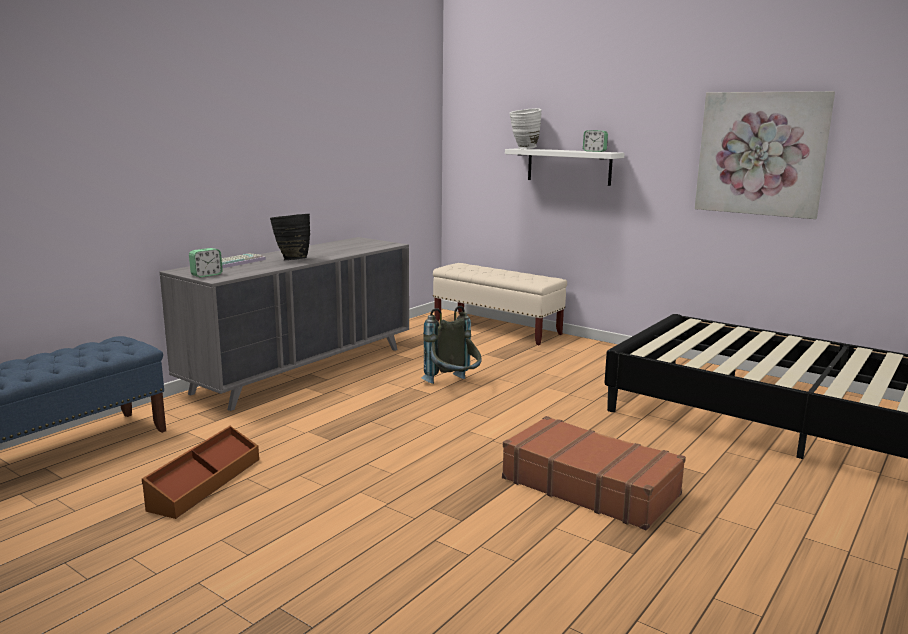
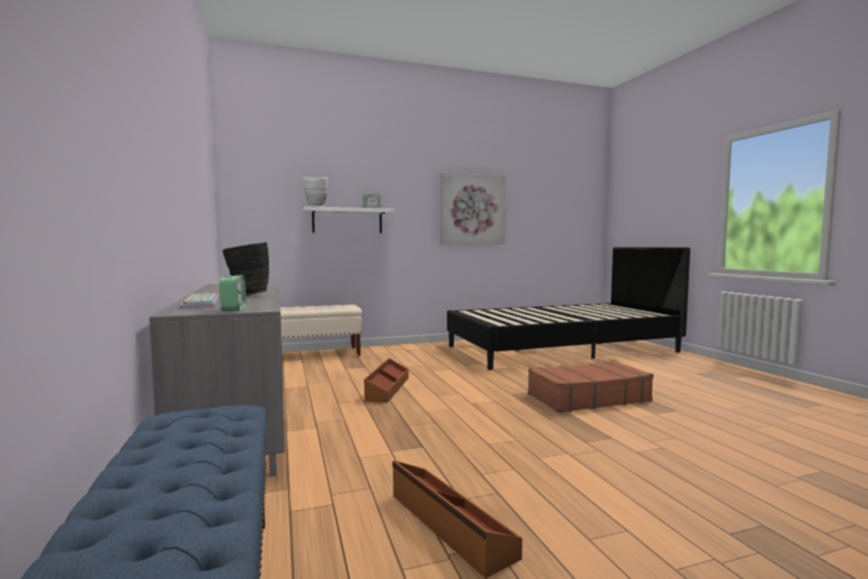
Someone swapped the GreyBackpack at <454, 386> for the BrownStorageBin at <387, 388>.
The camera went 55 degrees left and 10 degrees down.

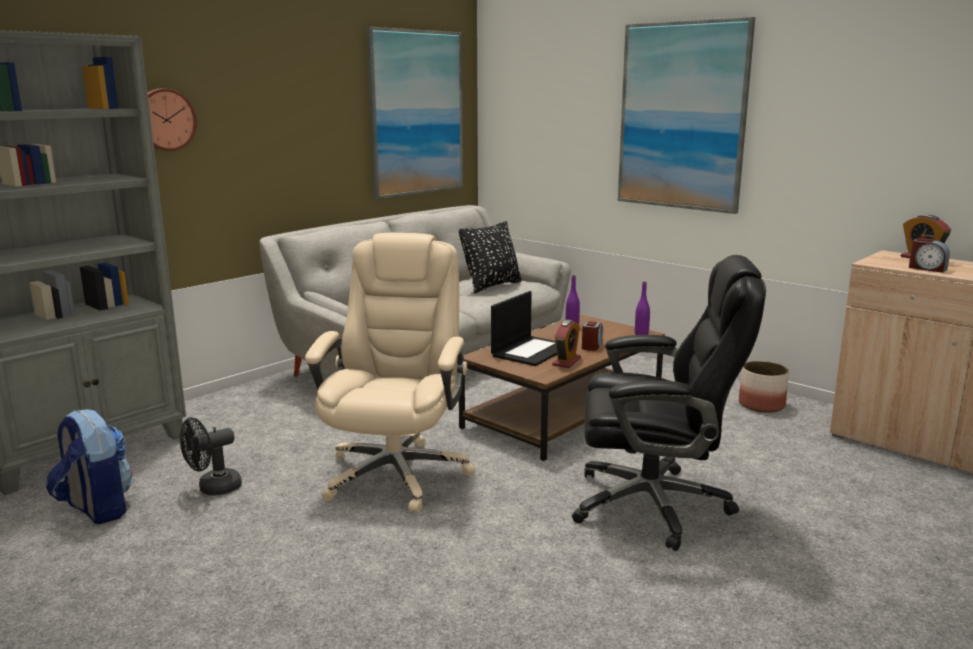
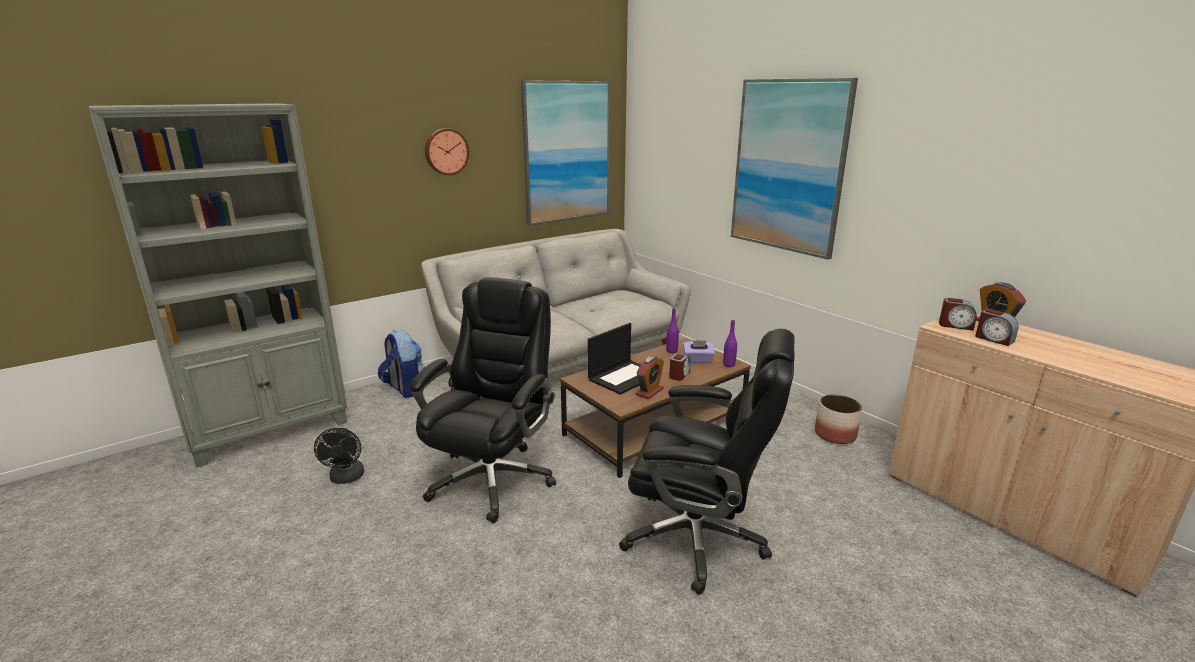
Someone carried the HangingClock from <164, 119> to <446, 151>.
Someone took away the BlackColouredThrowPillow at <491, 286>.
Someone repainted the BeigeComputerChair at <396, 473>, which became the BlackColouredComputerChair at <493, 478>.
Someone carried the Backpack from <96, 509> to <404, 389>.
Someone rotated the BlackColouredElectricFan at <213, 489> by 75 degrees counterclockwise.
Someone put down the TableClock at <955, 325>.
Someone put down the PurpleColouredTissueHolder at <698, 360>.
The camera went 10 degrees right and 5 degrees up.

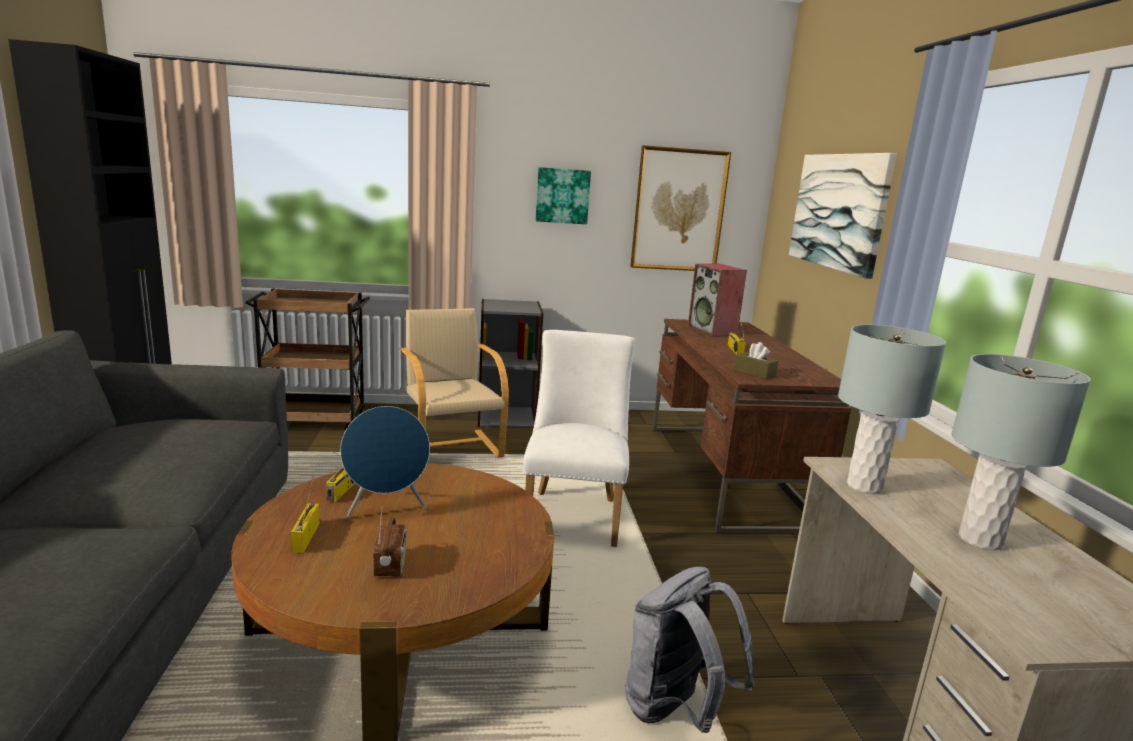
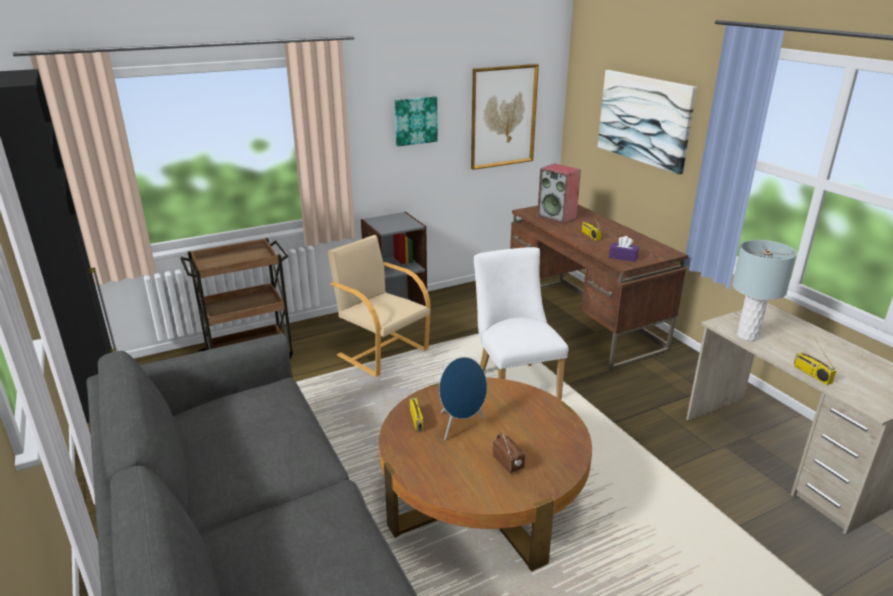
Someone repainted the BrownTissueHolder at <754, 373>, which became the PurpleColouredTissueHolder at <623, 257>.
Someone took away the GreyTabletopLamp at <979, 539>.
Someone carried the Radio from <305, 536> to <811, 374>.
Someone took away the GreyBackpack at <675, 710>.
The camera went 20 degrees left and 10 degrees up.

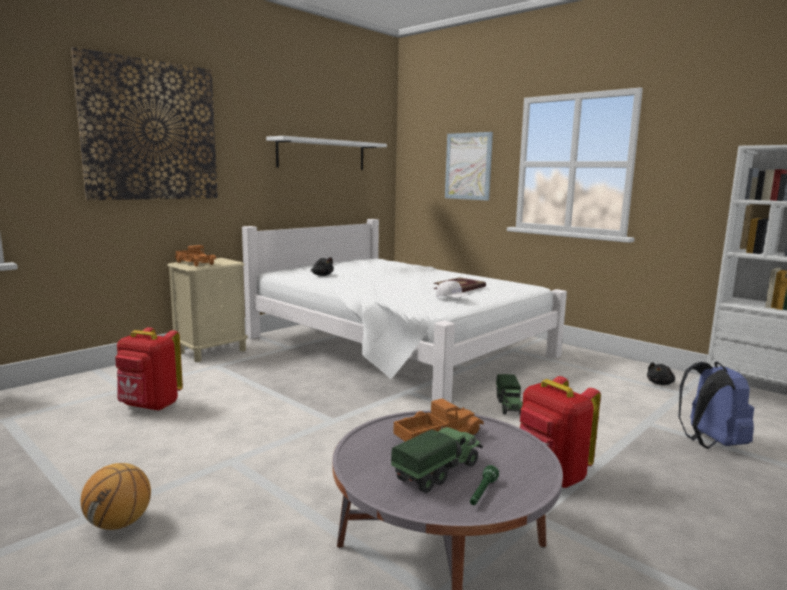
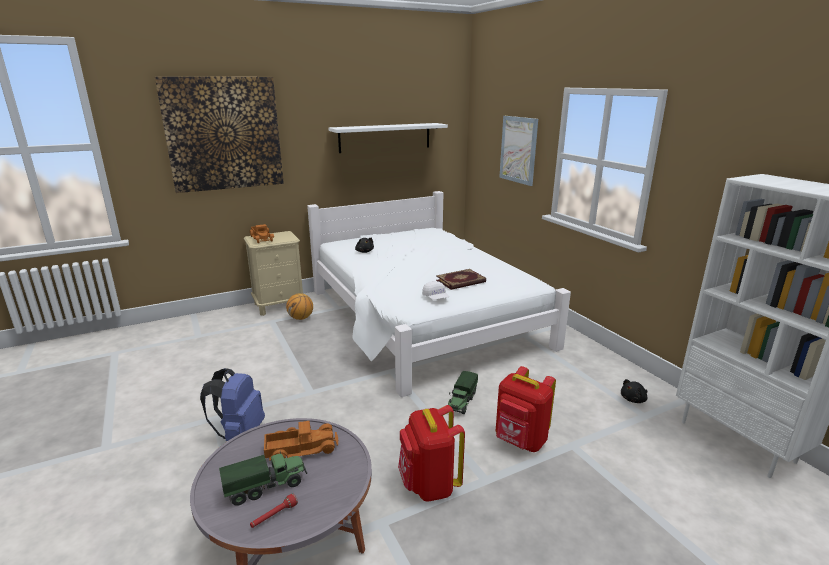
Someone carried the RedBackpack from <150, 406> to <520, 441>.
Someone carried the BlueBackpack from <710, 443> to <239, 434>.
Someone carried the BasketballBall from <119, 523> to <301, 318>.
Someone repainted the GreenHandTorch at <482, 493>, which became the RedHandTorch at <274, 516>.
The camera went 20 degrees right and 10 degrees up.

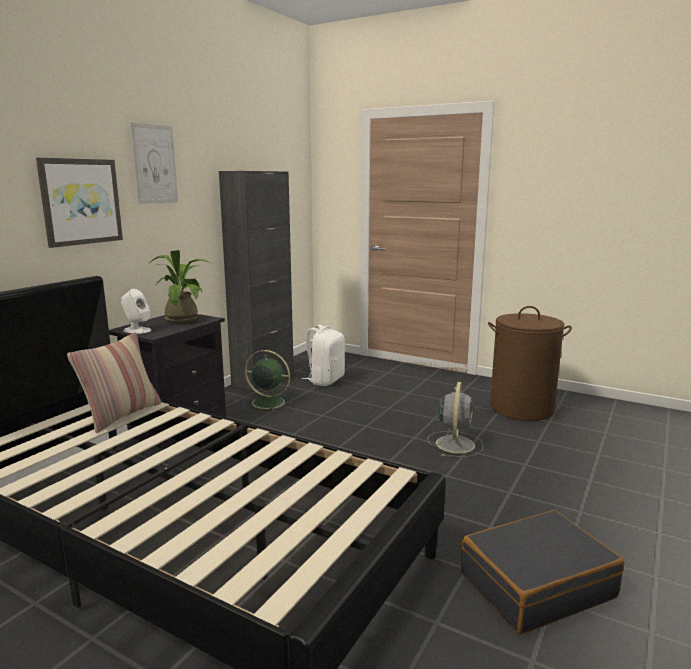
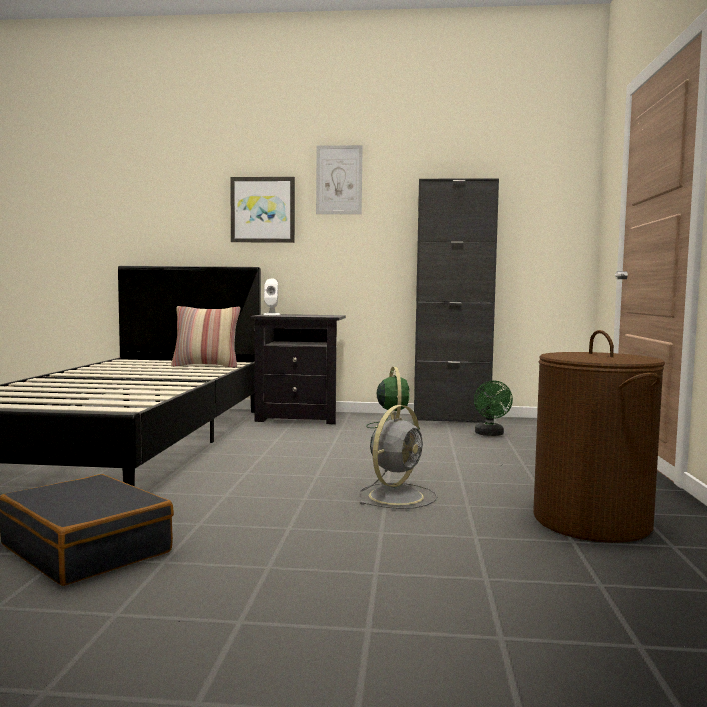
Someone took away the PottedPlant at <183, 319>.
Someone swapped the WhiteColouredBackpack at <325, 380> for the GreenElectricFan at <490, 434>.
Someone rotated the GreyElectricFan at <455, 443> by 45 degrees counterclockwise.
The camera went 65 degrees right and 10 degrees down.

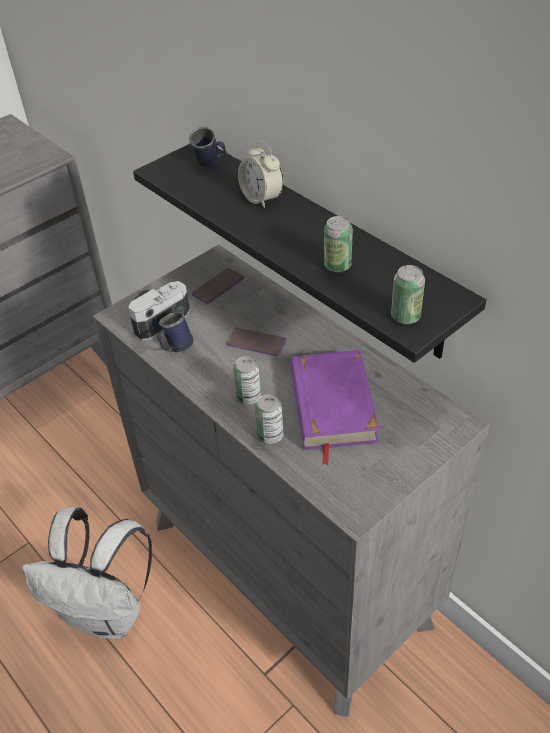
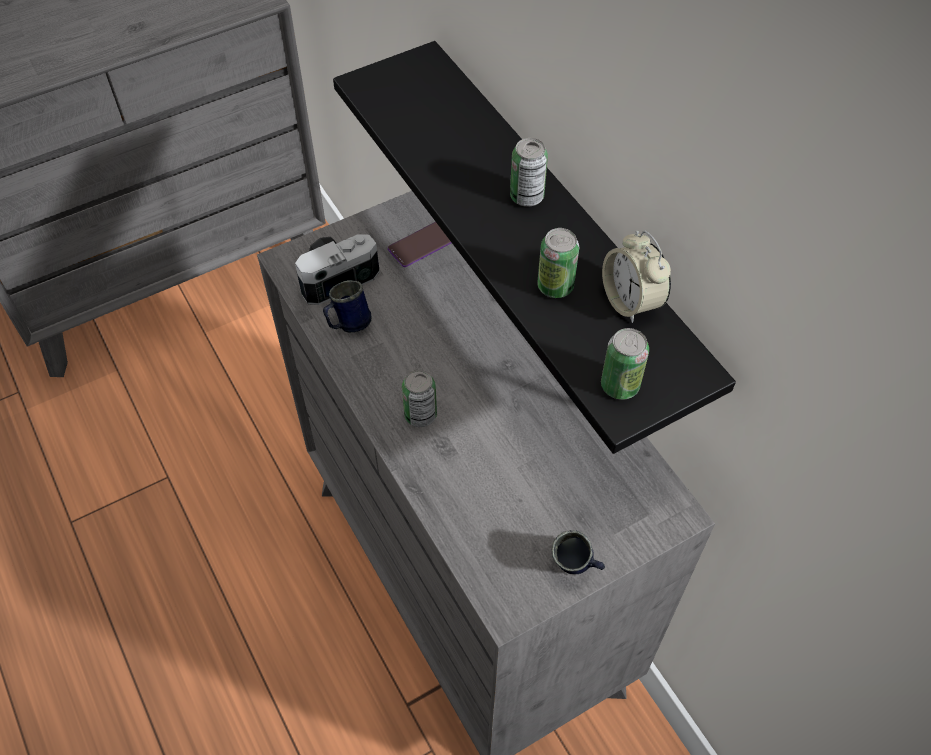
Someone carried the BlueCoffeeMug from <211, 164> to <577, 568>.
Someone carried the TableClock from <261, 198> to <631, 301>.
Someone took away the Phone at <256, 343>.
Someone took away the PurpleColouredVolume at <332, 405>.
Someone carried the MetalCan from <270, 435> to <526, 196>.
Someone took away the WhiteColouredBackpack at <107, 613>.
The camera went 10 degrees right and 10 degrees up.

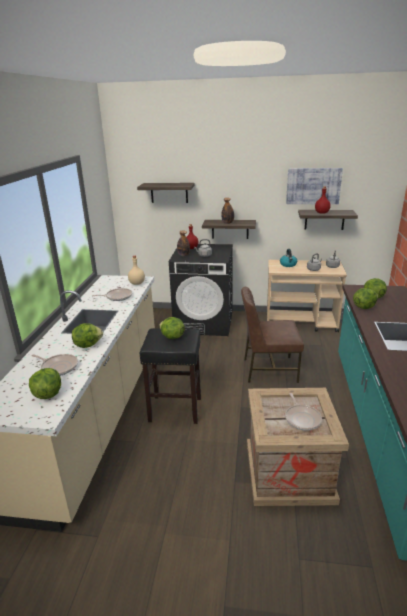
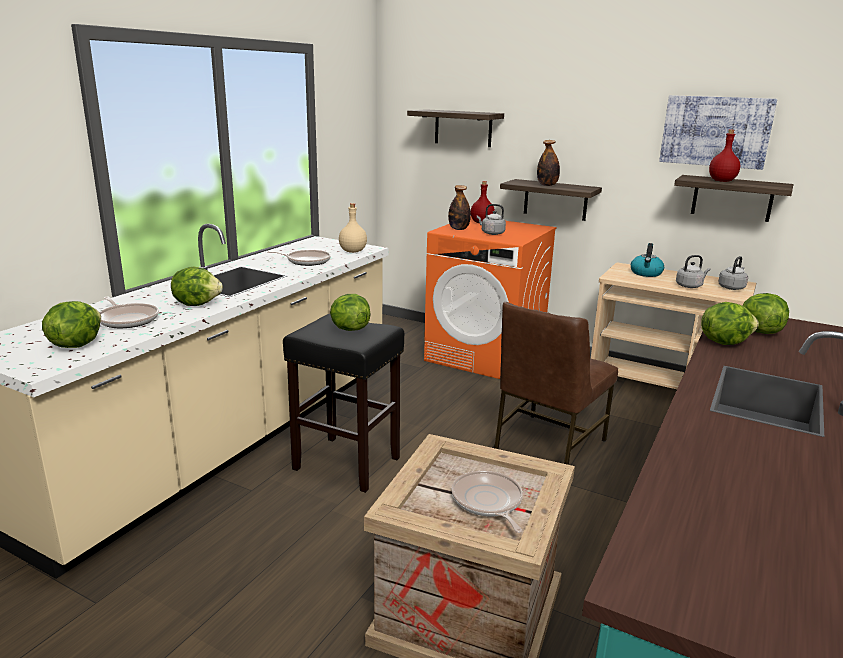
Someone repainted the BlackColouredLaundryAppliance at <204, 322>, which became the OrangeLaundryAppliance at <486, 356>.
Someone rotated the BrownChair at <268, 370> by 75 degrees counterclockwise.
Someone rotated the Skillet at <302, 418> by 150 degrees clockwise.
The camera went 20 degrees right and 5 degrees down.

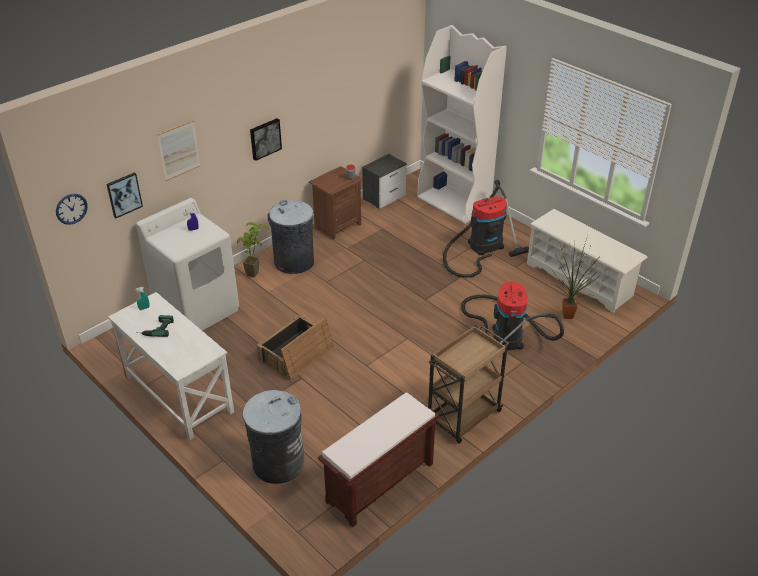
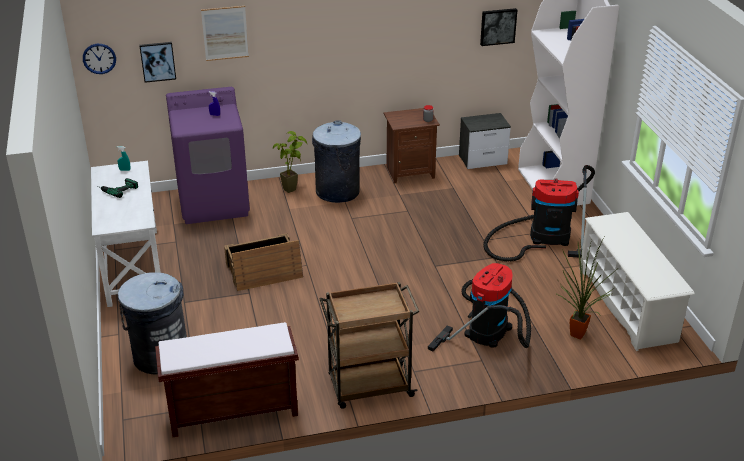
Someone carried the WallArt from <265, 138> to <497, 26>.
Someone repainted the WhiteColouredLaundryAppliance at <197, 309>, which became the PurpleColouredLaundryAppliance at <214, 203>.
The camera went 30 degrees right and 5 degrees down.

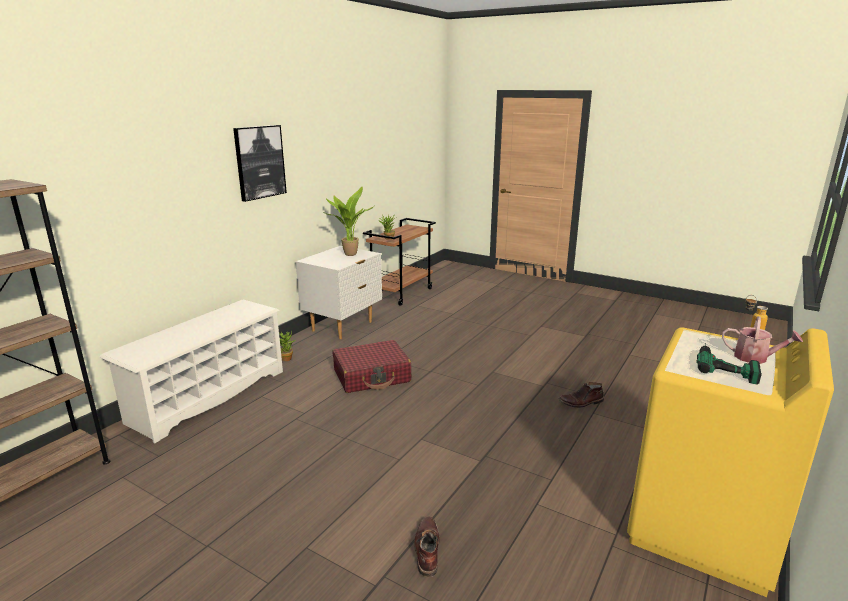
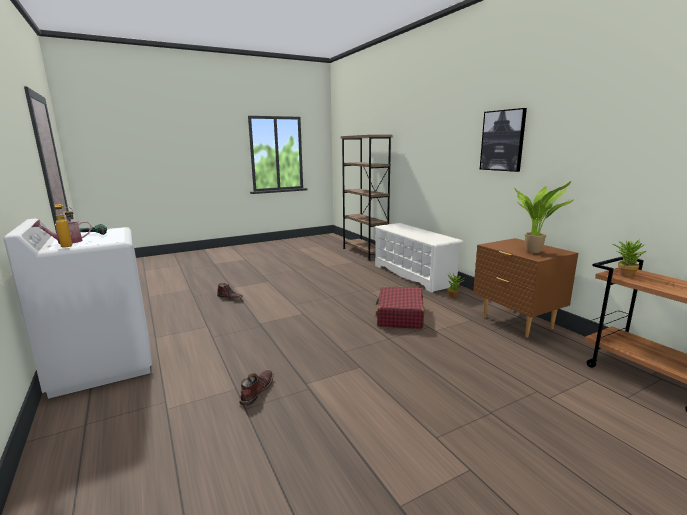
Someone repainted the WhiteColouredNightTable at <343, 326>, which became the BrownNightTable at <516, 322>.
Someone repainted the YellowLaundryAppliance at <703, 529>, which became the WhiteColouredLaundryAppliance at <103, 364>.
The camera went 120 degrees right and 5 degrees down.

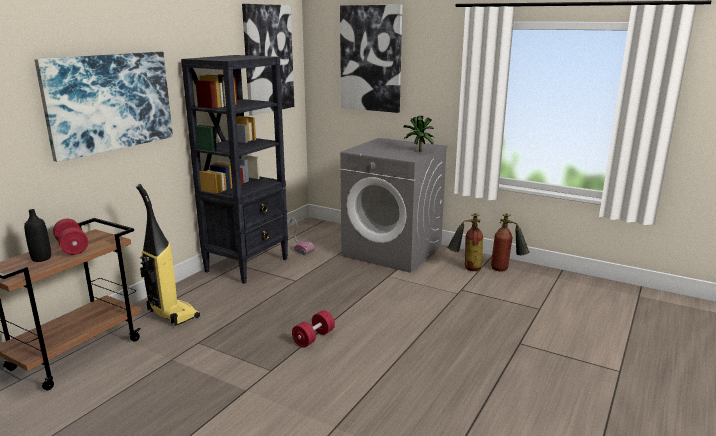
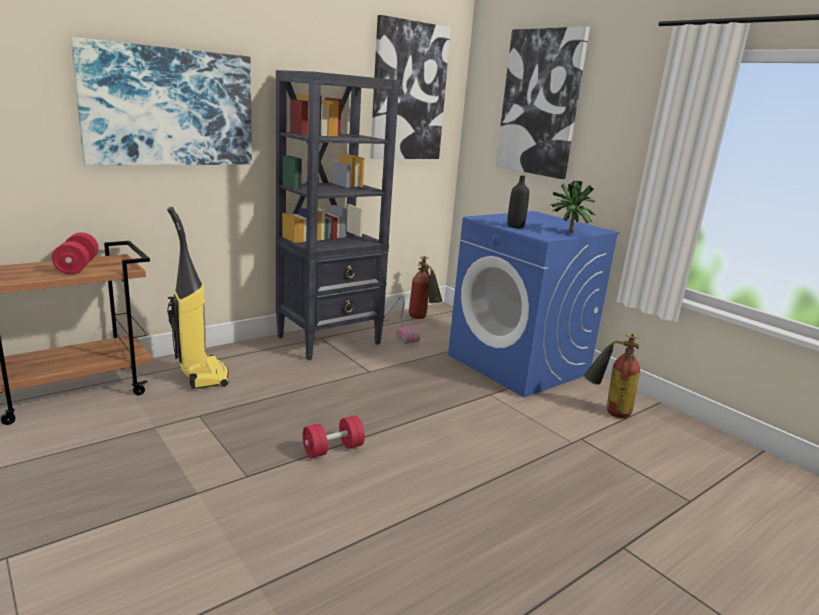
Someone repainted the GreyLaundryAppliance at <393, 251>, which became the BlueLaundryAppliance at <519, 365>.
Someone carried the BlackColouredBottle from <41, 258> to <515, 226>.
Someone carried the FireFightingCylinder from <506, 270> to <422, 319>.
The camera went 20 degrees right and 0 degrees up.

